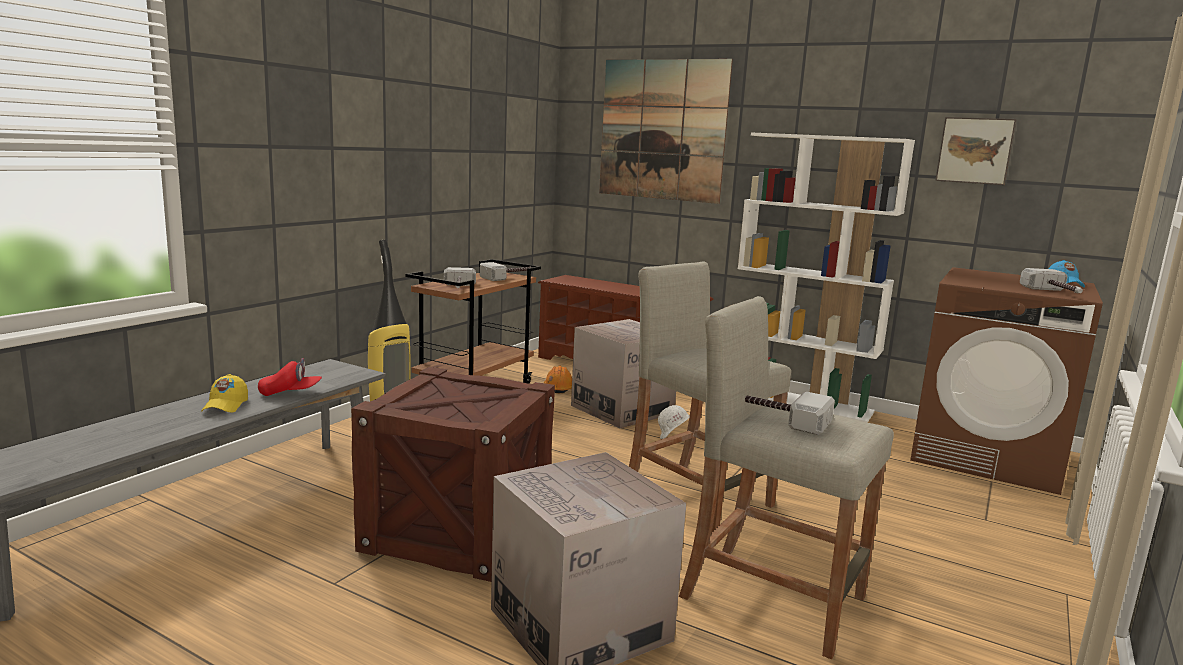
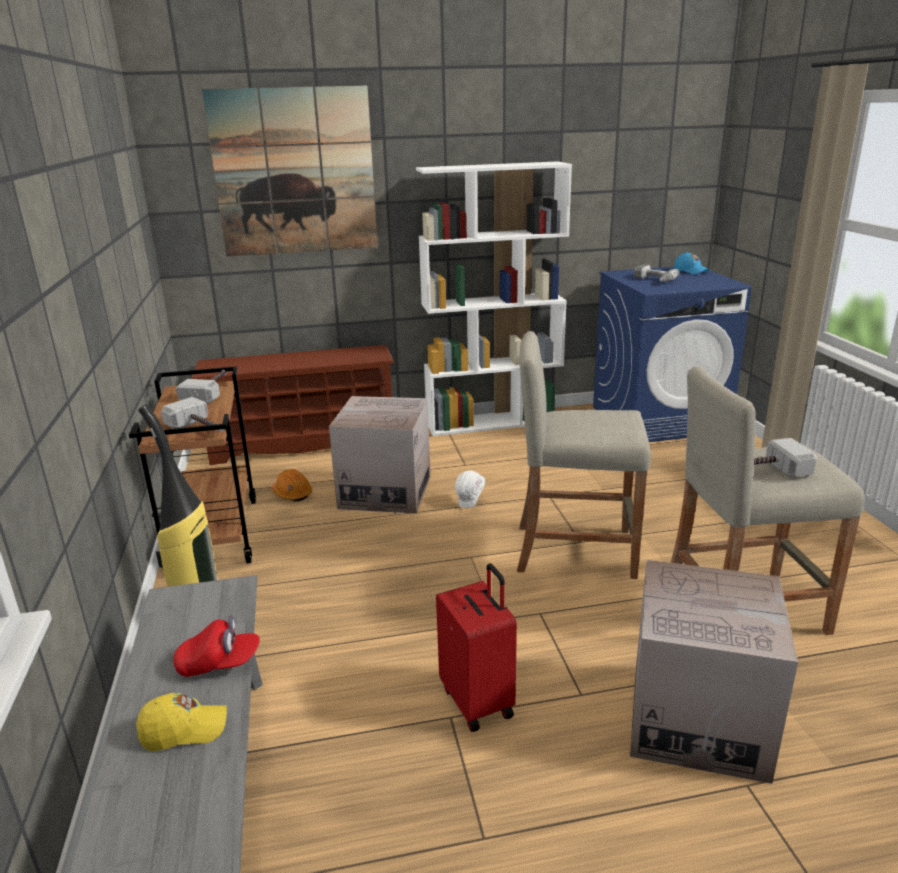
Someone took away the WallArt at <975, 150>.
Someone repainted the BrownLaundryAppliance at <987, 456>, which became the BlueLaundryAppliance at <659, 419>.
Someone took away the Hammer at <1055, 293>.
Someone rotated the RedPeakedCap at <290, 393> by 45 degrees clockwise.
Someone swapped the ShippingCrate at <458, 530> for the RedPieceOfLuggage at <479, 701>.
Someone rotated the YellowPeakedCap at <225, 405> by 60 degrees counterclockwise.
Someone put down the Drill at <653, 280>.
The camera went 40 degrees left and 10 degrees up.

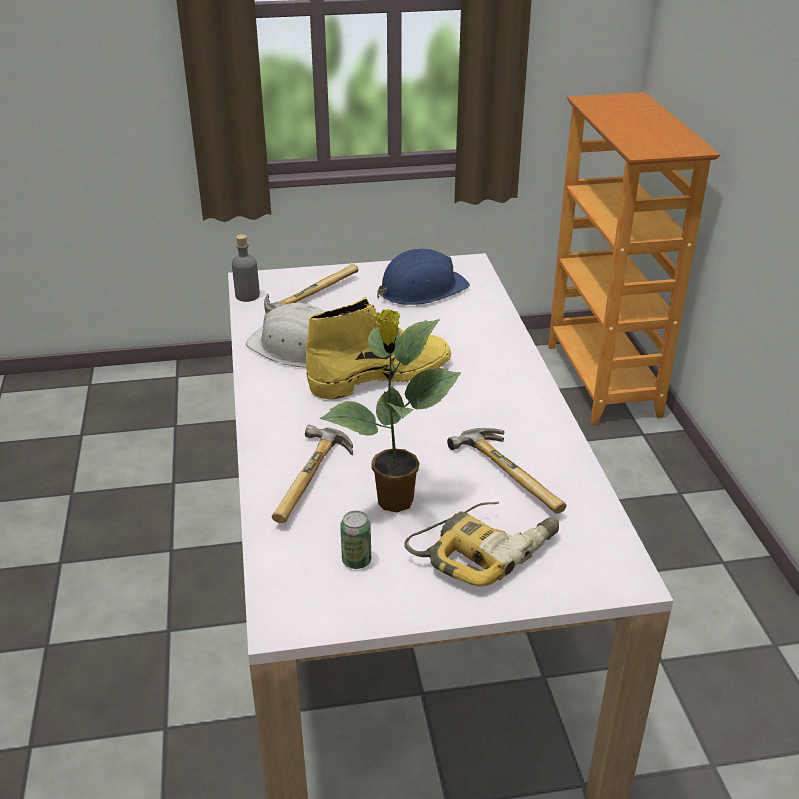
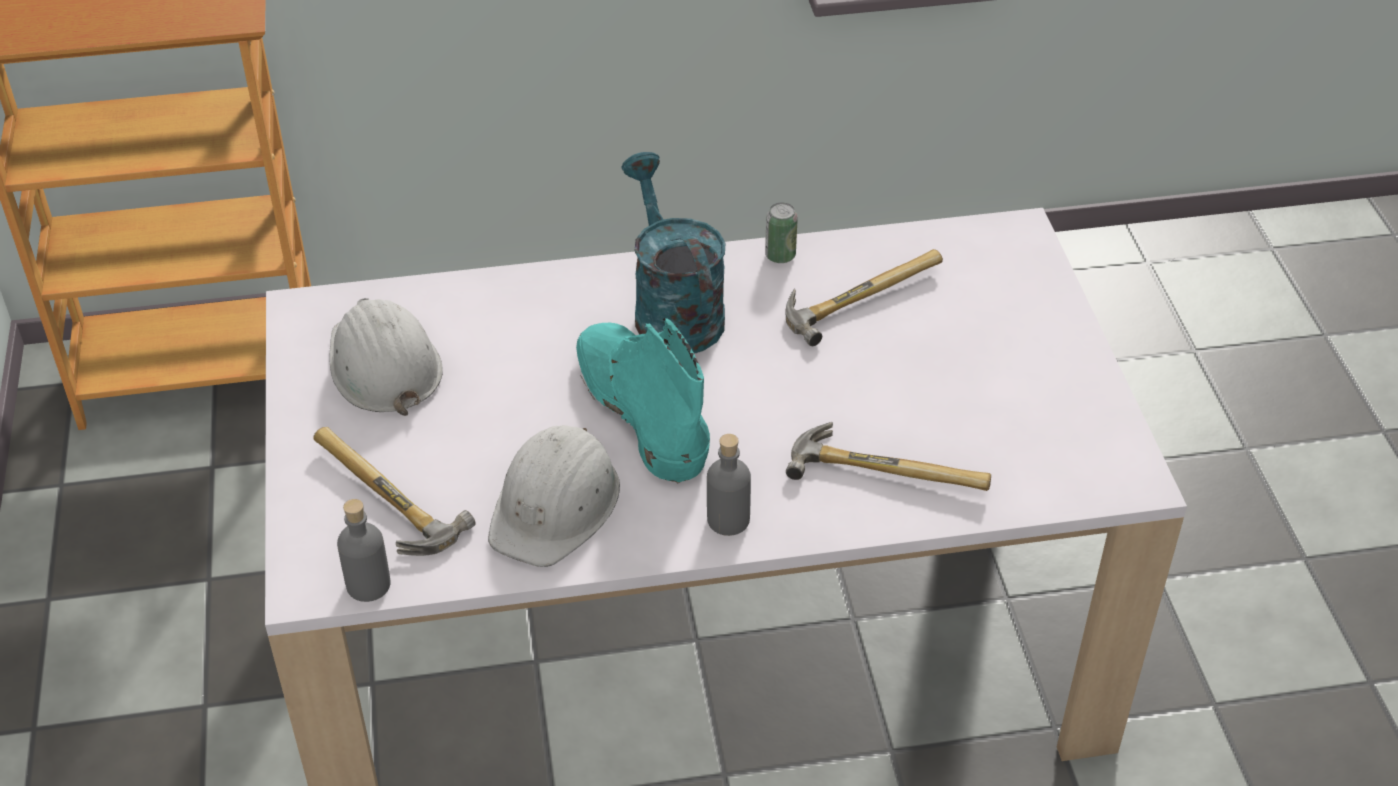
Someone repainted the BlueHardHat at <421, 289>, which became the WhiteColouredHardHat at <383, 365>.
Someone repainted the YellowHighTopBoot at <382, 375>, which became the TurquoiseHighTopBoot at <640, 409>.
Someone took away the PottedPlant at <394, 502>.
Someone took away the Drill at <485, 549>.
Someone carried the MetalCan from <356, 561> to <780, 255>.
Someone put down the TurquoiseWateringCan at <672, 309>.
Someone put down the GreyBottle at <728, 520>.
The camera went 90 degrees left and 10 degrees up.

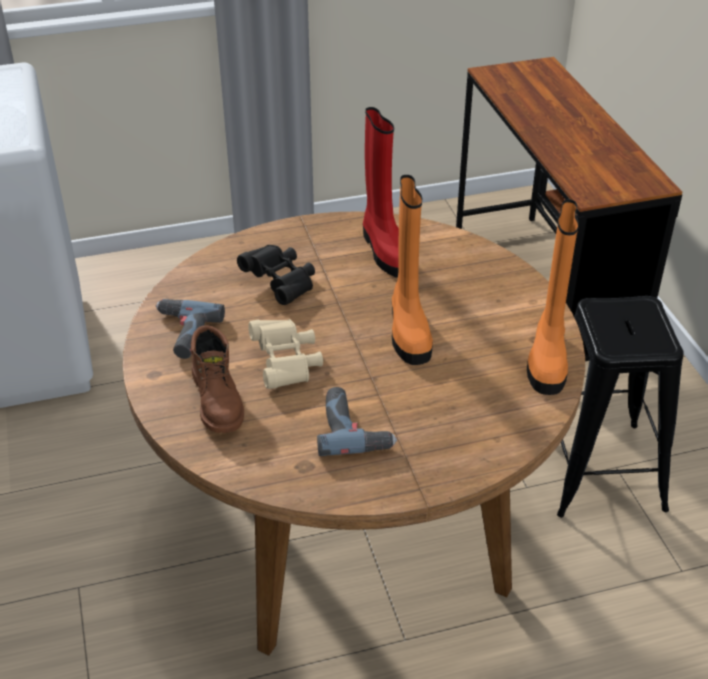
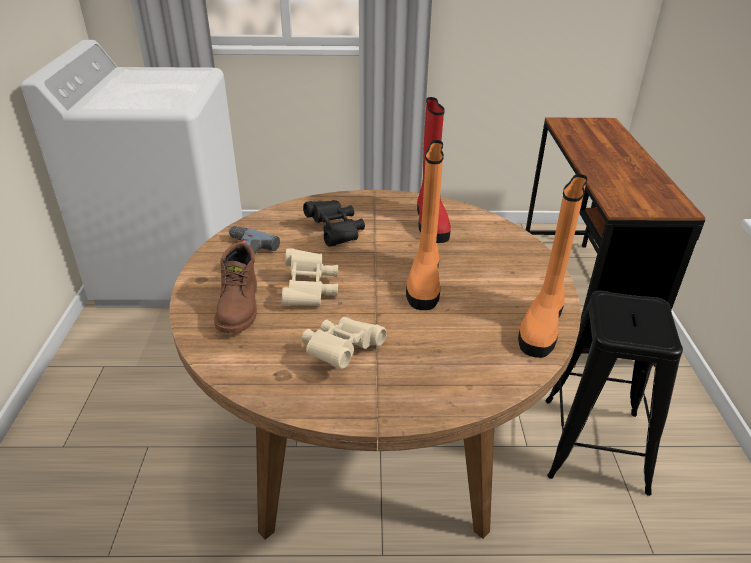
Someone swapped the Drill at <354, 428> for the BeigeFieldGlasses at <341, 351>.
The camera went 15 degrees right and 5 degrees down.

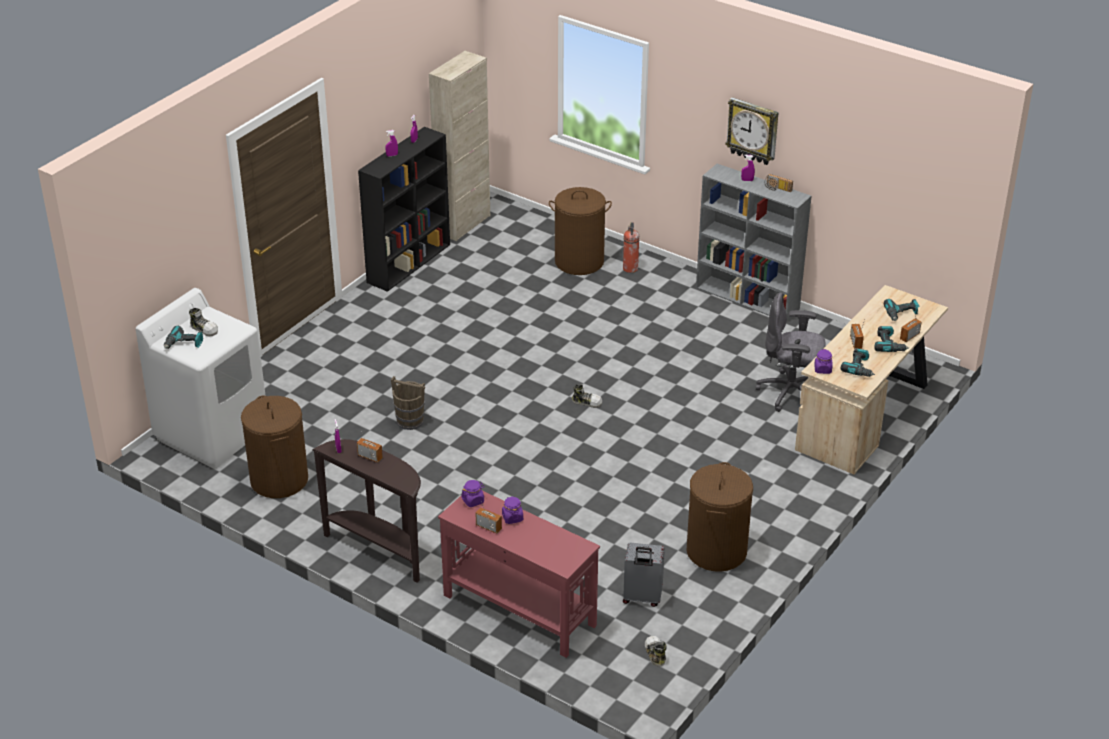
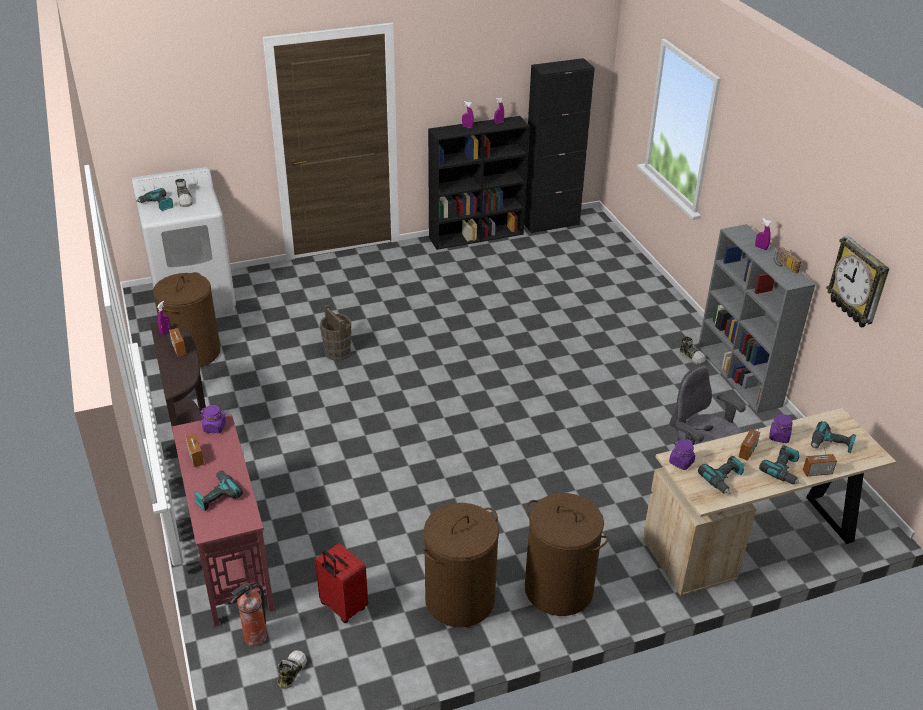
Someone repainted the BeigeStorageCabinet at <463, 224>, which became the BlackColouredStorageCabinet at <551, 223>.
Someone carried the HangingClock from <753, 131> to <859, 282>.
Someone carried the BrownWashingBasket from <579, 261> to <559, 589>.
Someone carried the FireFightingCylinder from <630, 269> to <254, 638>.
Someone carried the ItemOfFootwear from <587, 402> to <692, 357>.
Someone carried the PurpleColouredPreserveJar from <512, 518> to <779, 436>.
Someone repainted the GreyPieceOfLuggage at <642, 598>, which became the RedPieceOfLuggage at <342, 607>.
Someone put down the Drill at <216, 495>.
The camera went 35 degrees right and 0 degrees up.

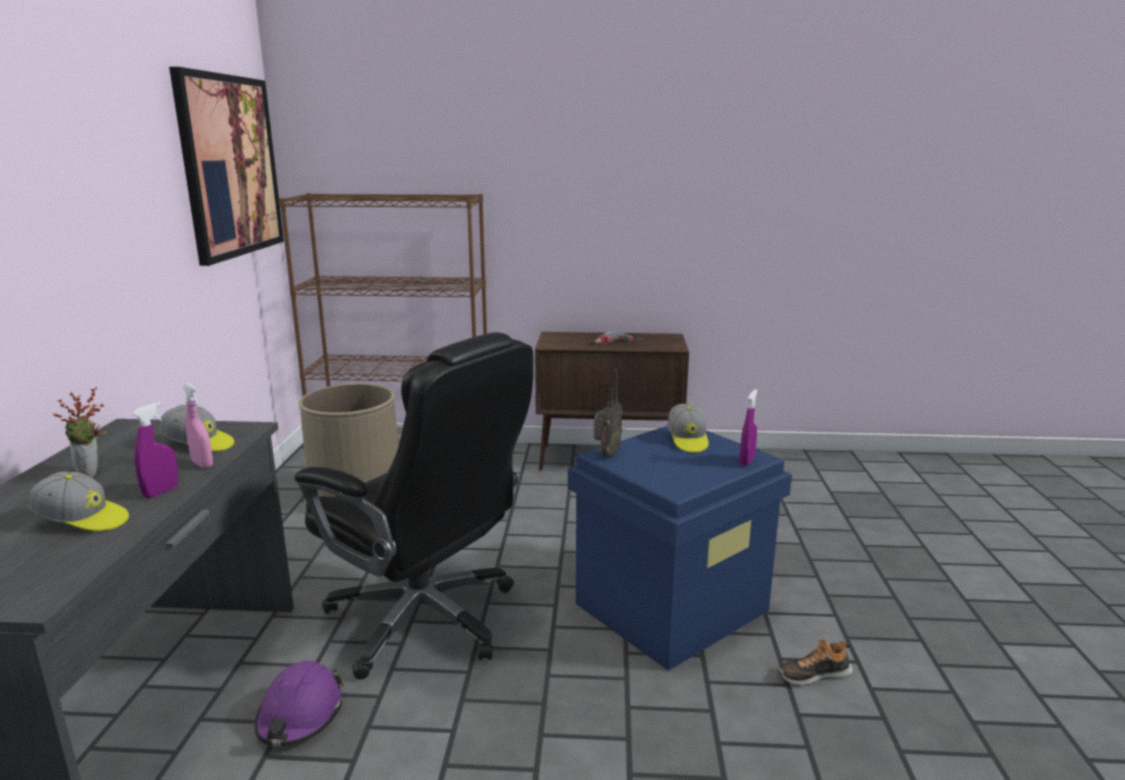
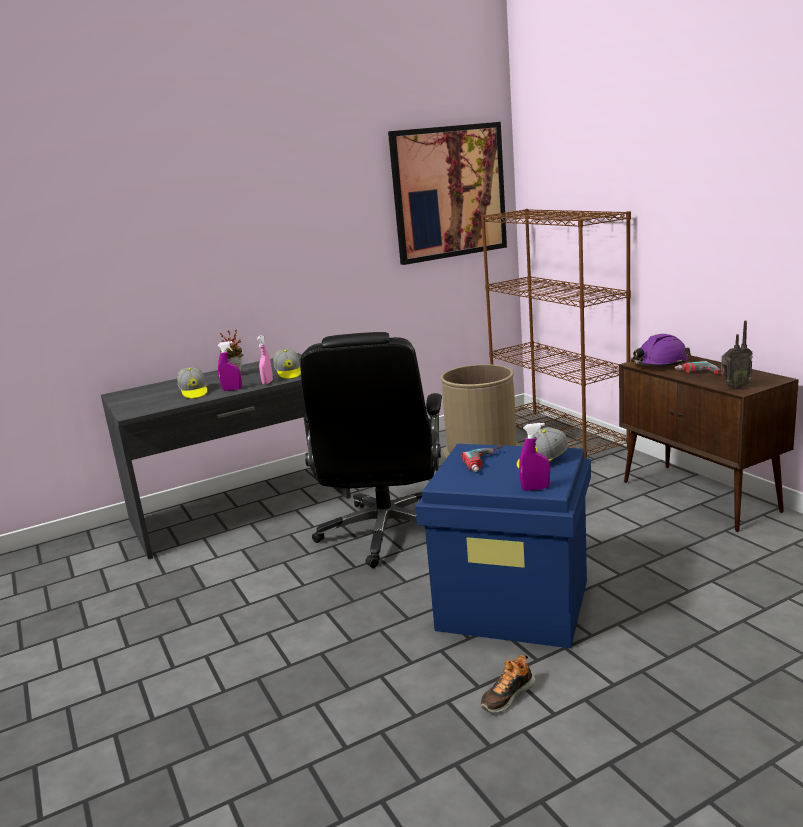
Someone carried the Radio from <606, 455> to <734, 388>.
Someone rotated the ItemOfFootwear at <813, 674> by 90 degrees counterclockwise.
Someone carried the PurpleColouredHardHat from <300, 716> to <659, 364>.
Someone put down the Drill at <488, 462>.
The camera went 60 degrees right and 0 degrees up.

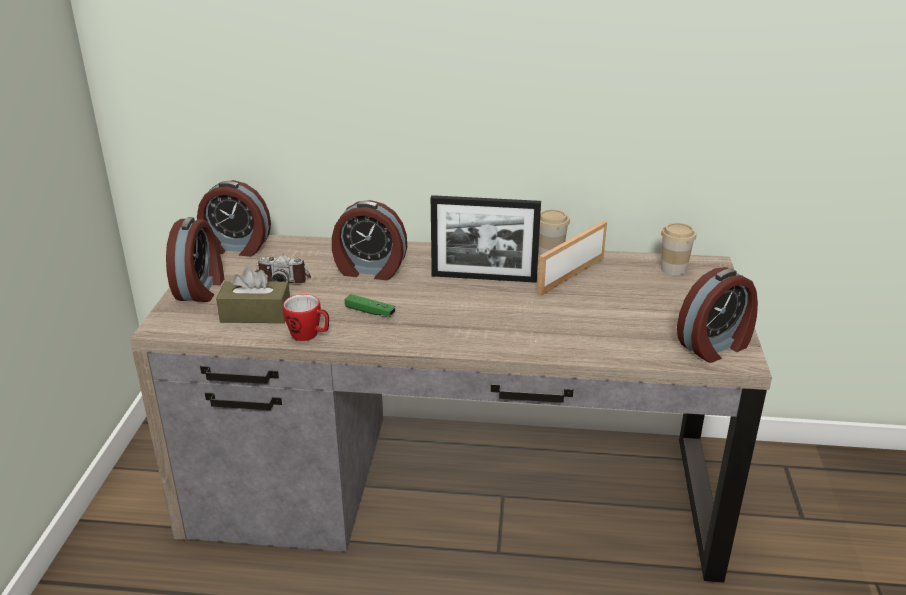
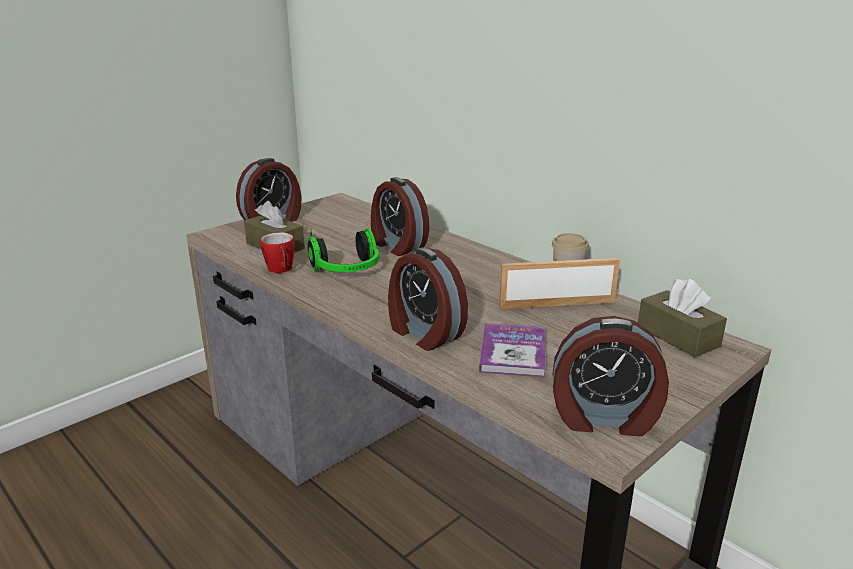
Someone carried the TableClock from <236, 247> to <423, 333>.
Someone took away the PictureFrame at <484, 278>.
Someone swapped the DrinkingCup at <673, 269> for the BrownTissueHolder at <678, 336>.
Someone took away the PhotoCamera at <283, 277>.
Someone swapped the GreenJoypad at <370, 311> for the PairOfHeadphones at <347, 271>.
Someone put down the Volume at <513, 352>.
The camera went 40 degrees right and 5 degrees down.

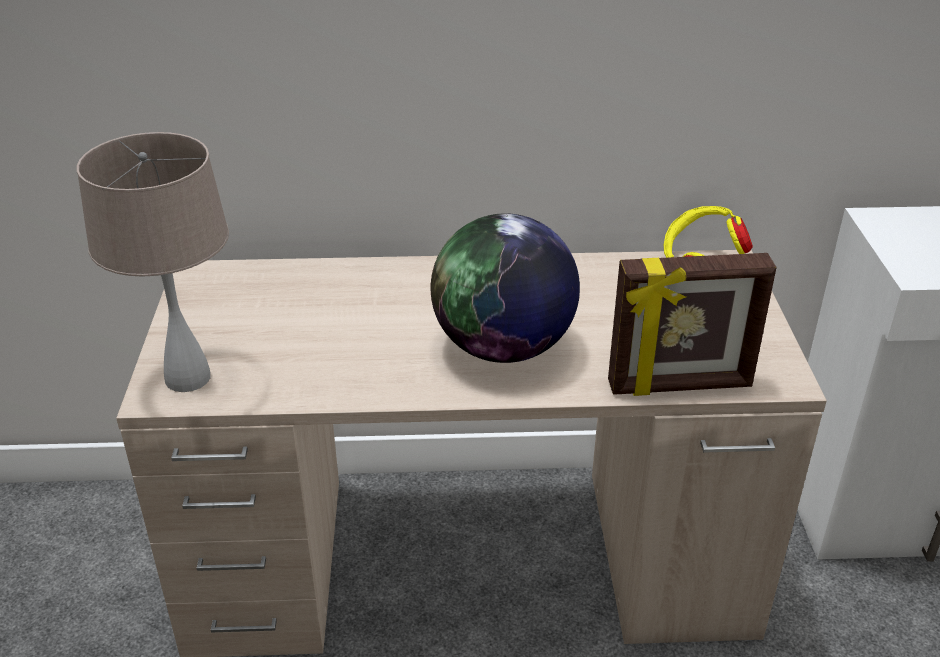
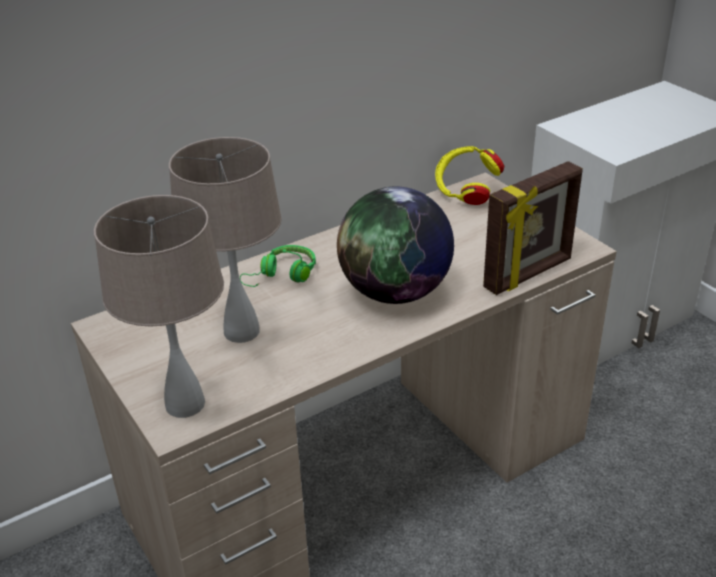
Someone put down the BeigeTabletopLamp at <241, 332>.
Someone put down the GreenPairOfHeadphones at <282, 275>.
The camera went 30 degrees left and 0 degrees up.

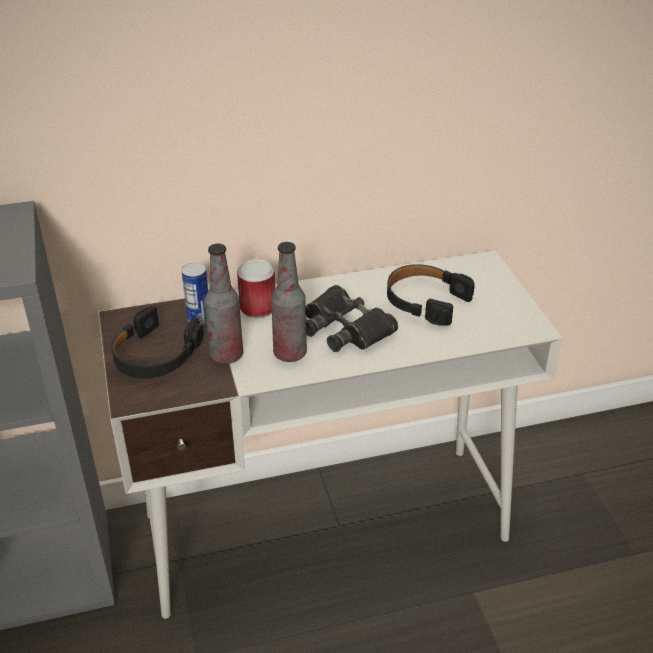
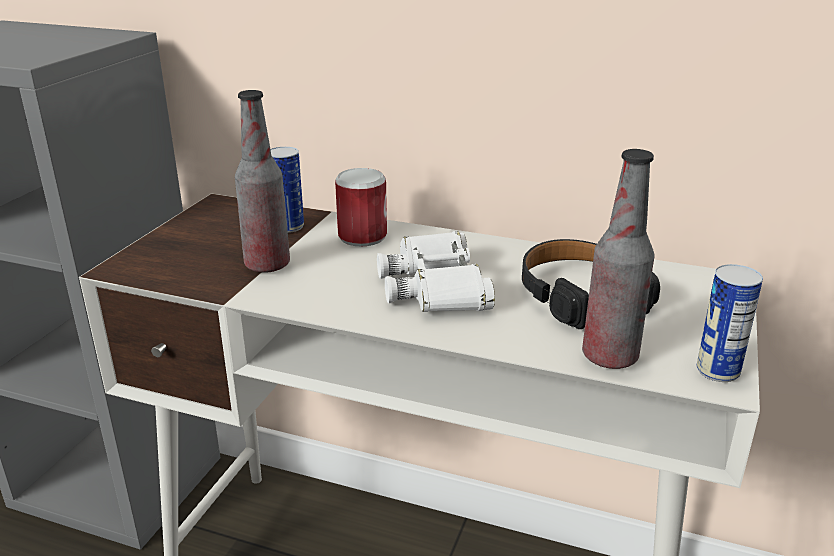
Someone carried the Bottle from <290, 353> to <609, 357>.
Someone repainted the BlackColouredFieldGlasses at <345, 328>, which became the WhiteColouredFieldGlasses at <435, 286>.
Someone took away the BlackColouredPairOfHeadphones at <155, 355>.
Someone put down the MetalCan at <717, 371>.
The camera went 35 degrees right and 10 degrees down.

